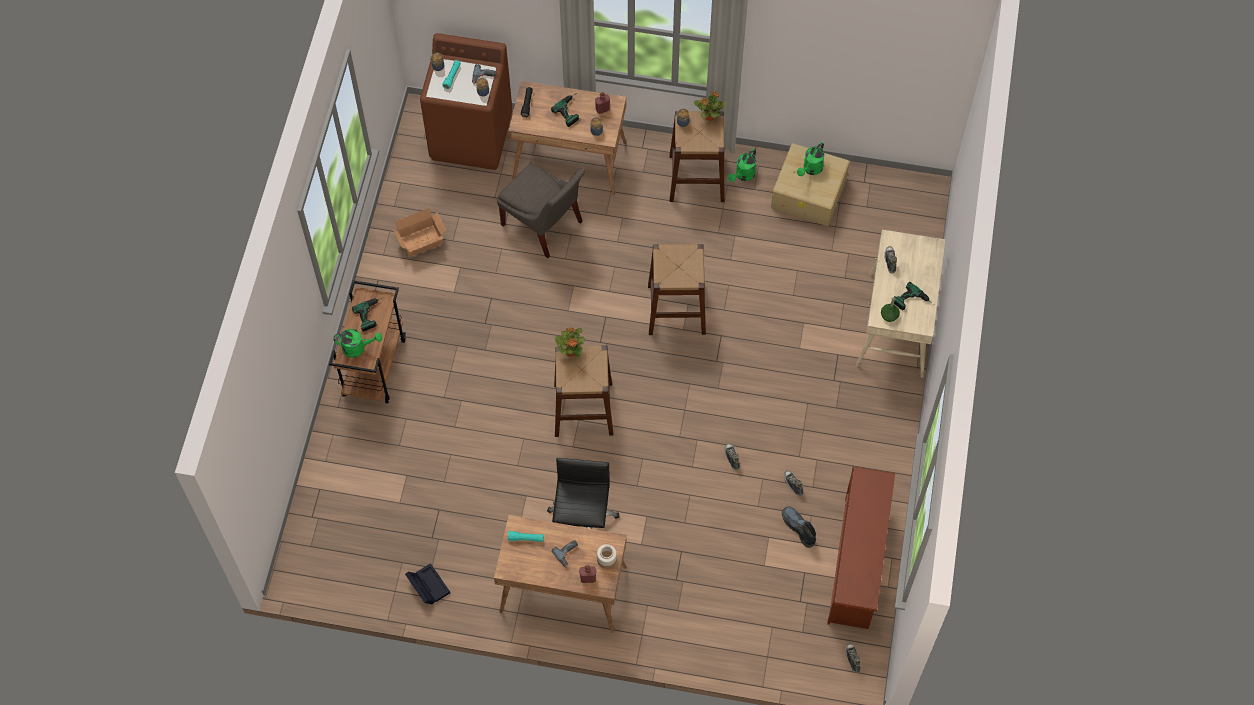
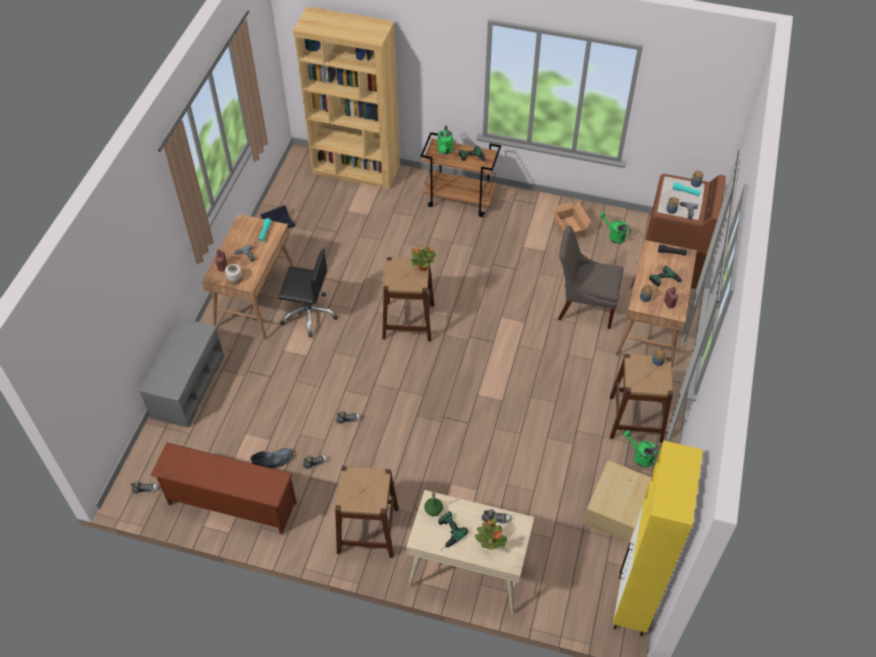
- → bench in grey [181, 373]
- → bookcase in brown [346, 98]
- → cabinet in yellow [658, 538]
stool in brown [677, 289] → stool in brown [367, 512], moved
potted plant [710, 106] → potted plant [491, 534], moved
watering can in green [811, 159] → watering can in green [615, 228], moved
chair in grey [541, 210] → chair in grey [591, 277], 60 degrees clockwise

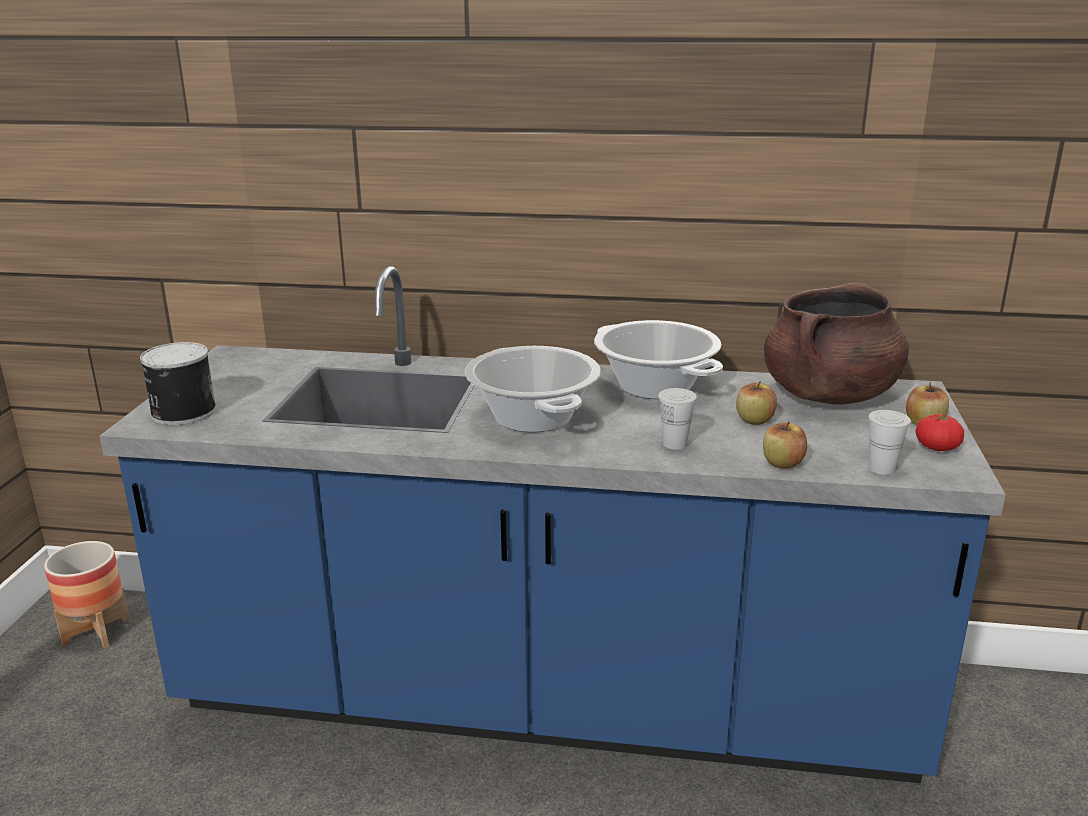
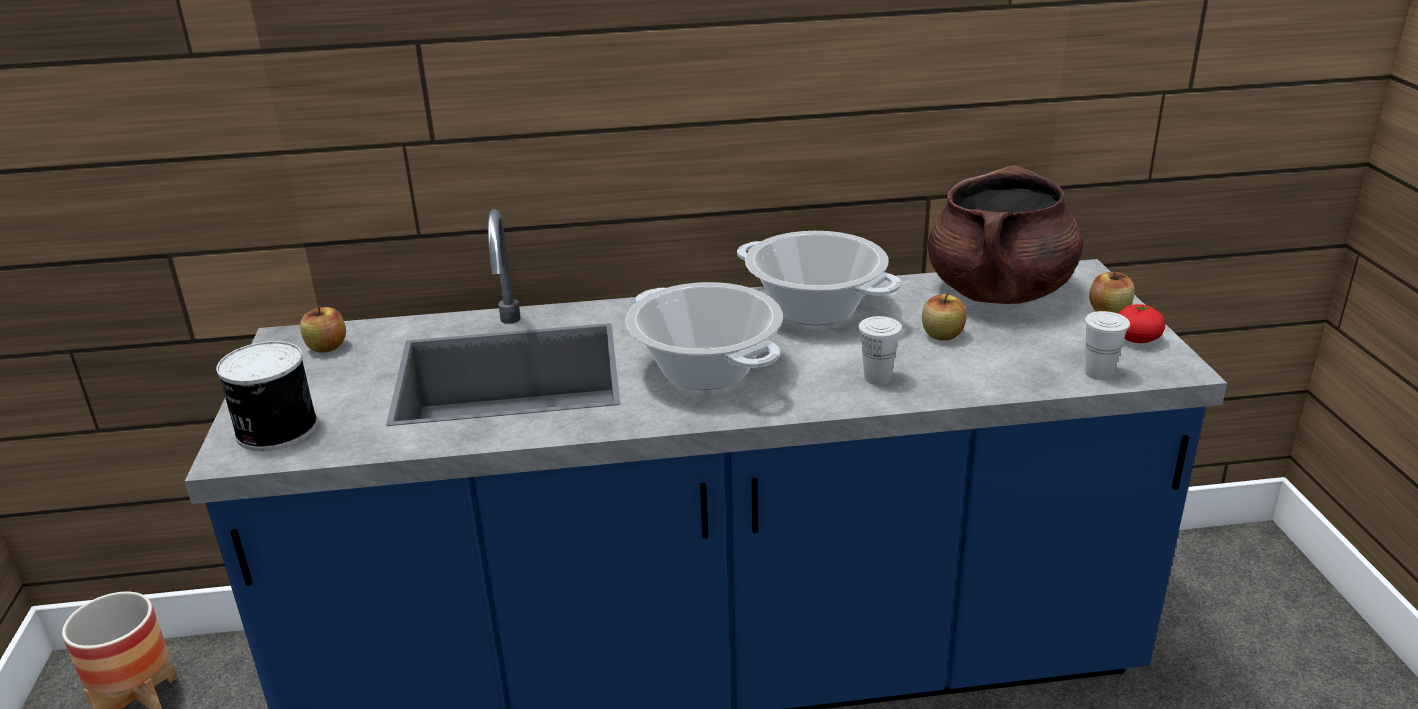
apple [785, 445] → apple [323, 329], moved

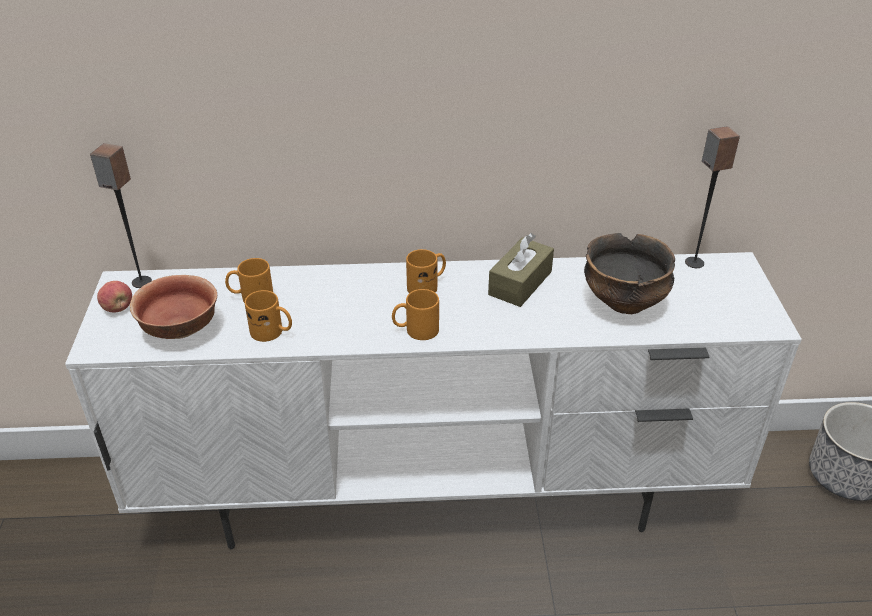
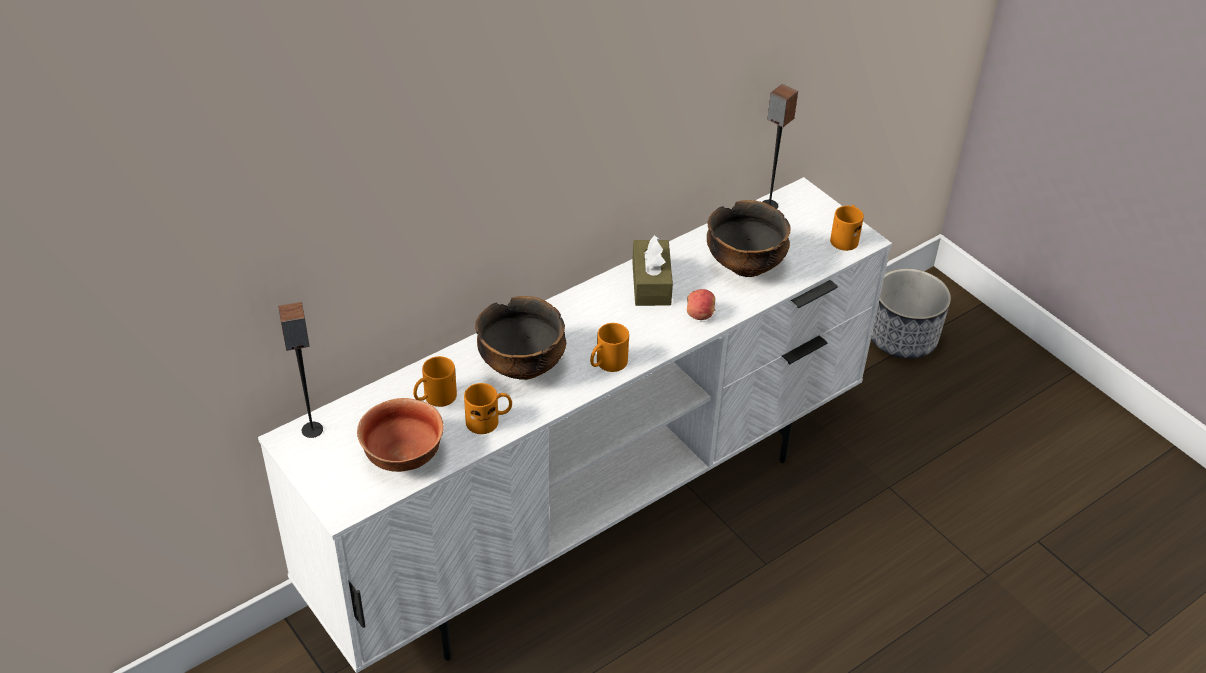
- → bowl [520, 338]
apple [114, 296] → apple [701, 304], moved
mug in orange [426, 271] → mug in orange [847, 228], moved

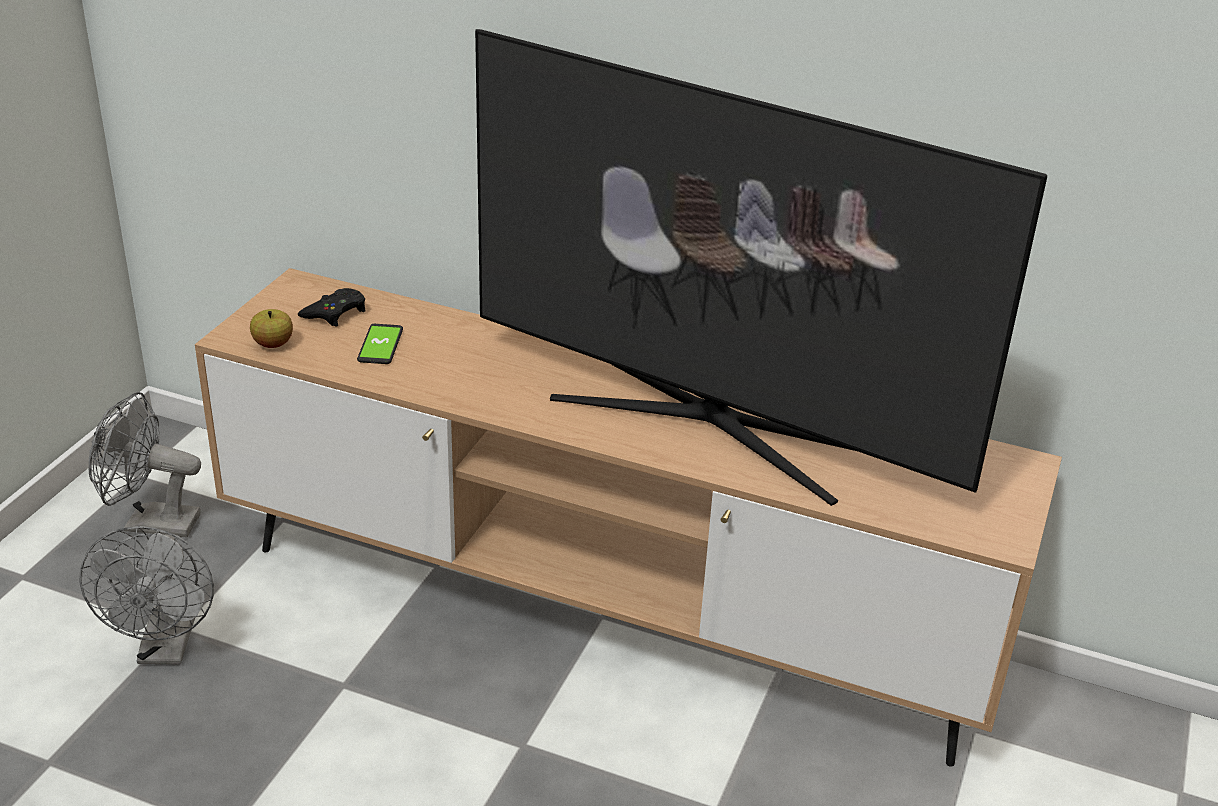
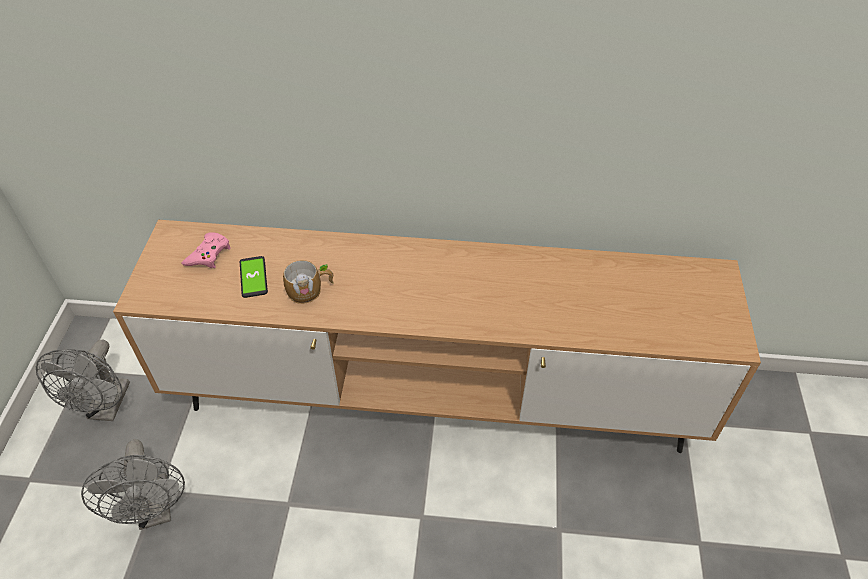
apple [271, 328] → -
television [761, 267] → -
- → mug [308, 282]
game controller in black [332, 307] → game controller in pink [206, 250]
fan in grey [145, 465] → fan in grey [83, 380], 75 degrees counterclockwise

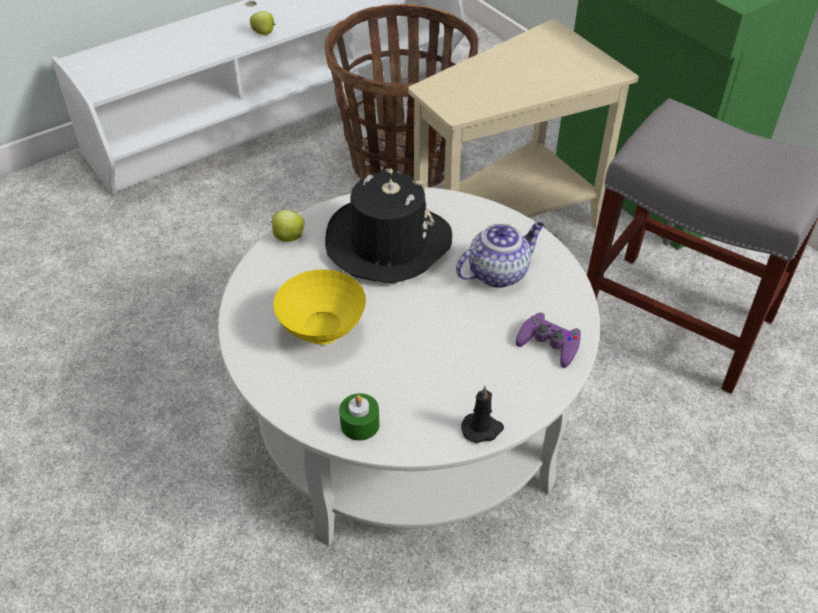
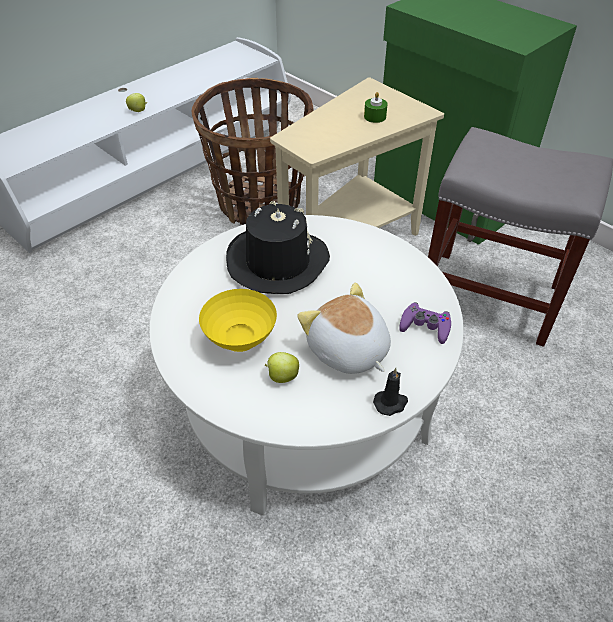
teapot [500, 255] → -
- → plush toy [344, 328]
apple [287, 226] → apple [281, 367], moved
candle in green [359, 417] → candle in green [376, 107], moved

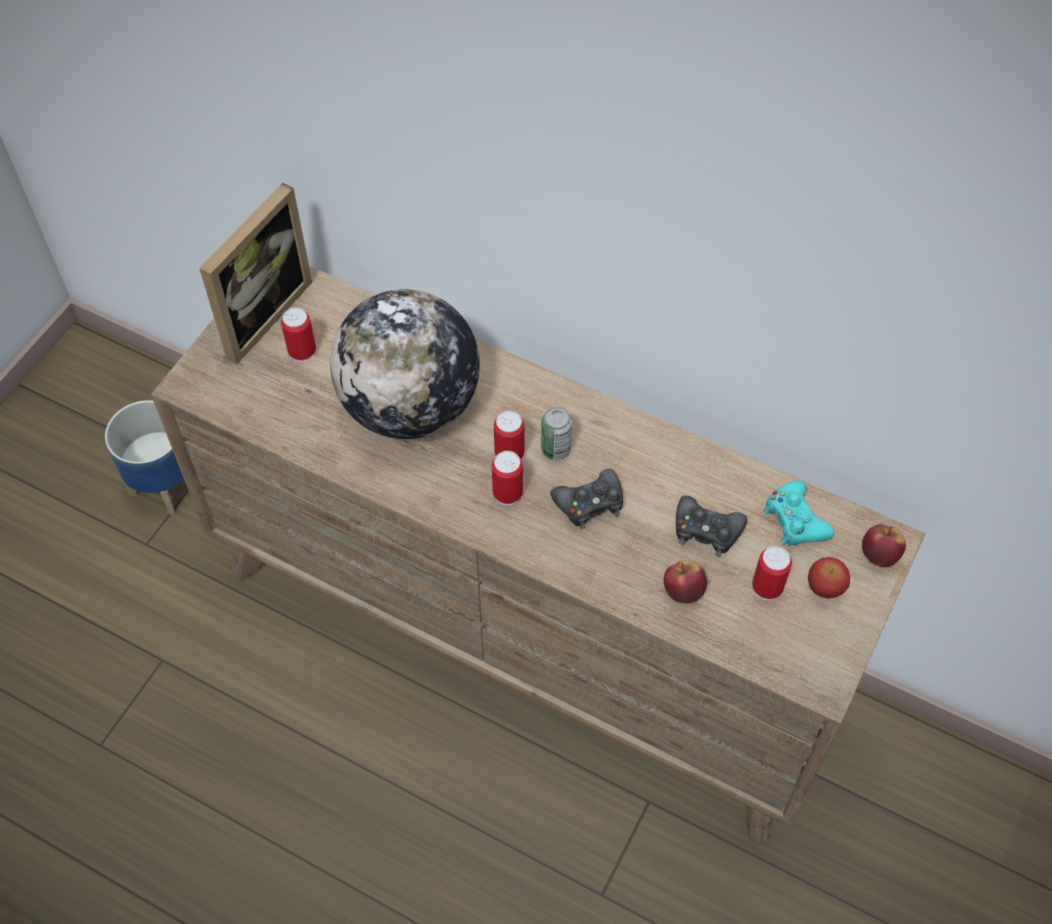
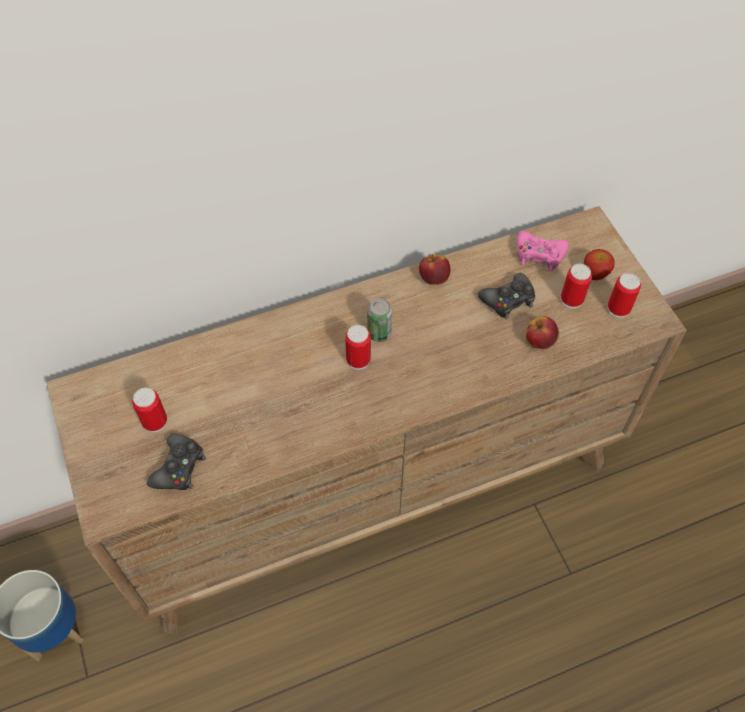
picture frame [255, 274] → -
globe [405, 364] → -
can [507, 478] → can [624, 295], moved
game controller in black [586, 499] → game controller in black [176, 461], moved
apple [884, 545] → apple [435, 269], moved
game controller in turquoise [798, 512] → game controller in pink [543, 251]

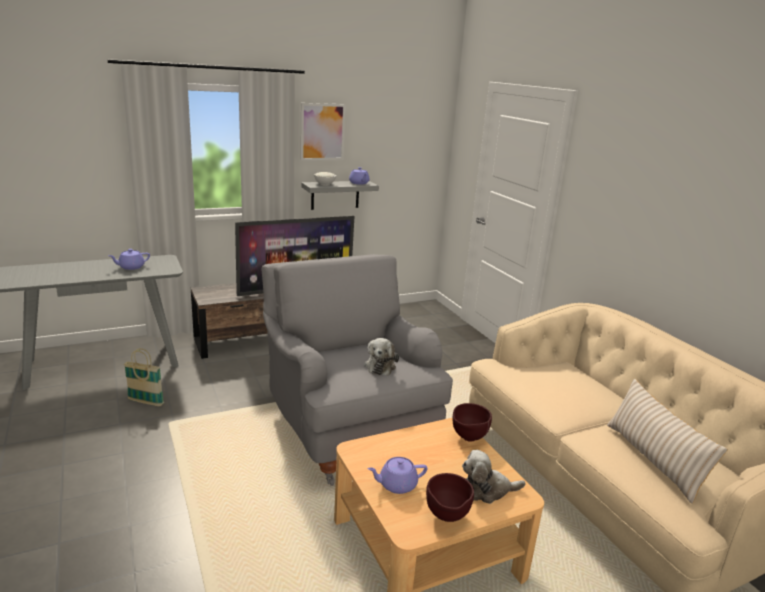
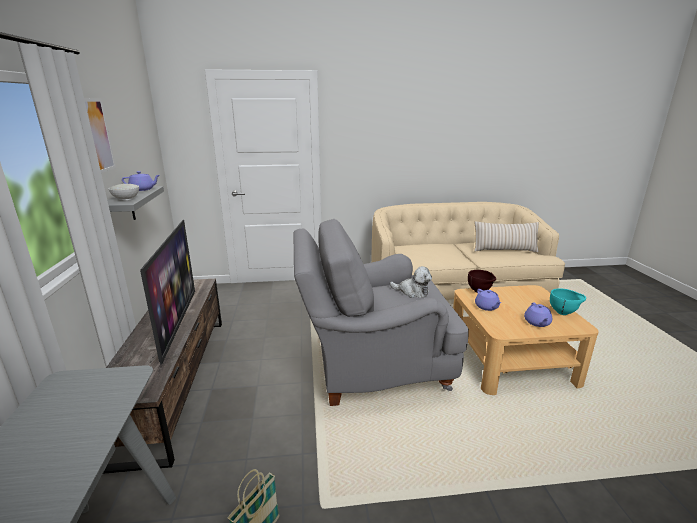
plush toy [494, 477] → -
teapot in purple [129, 259] → teapot in purple [488, 300], moved
bowl in brown [450, 497] → bowl in turquoise [568, 301]

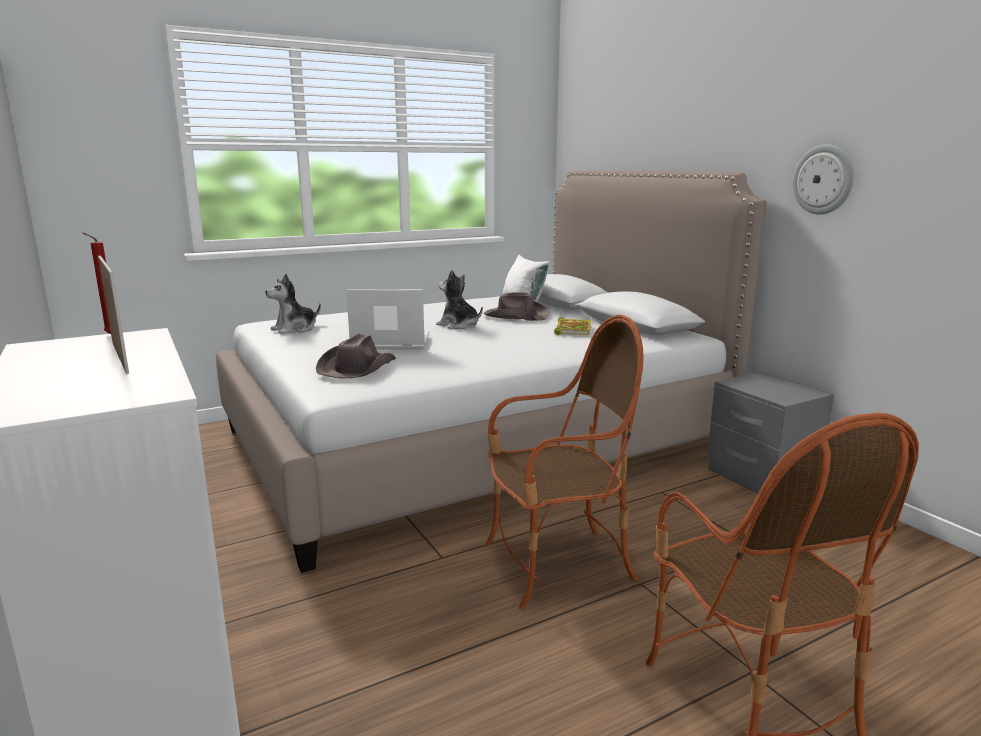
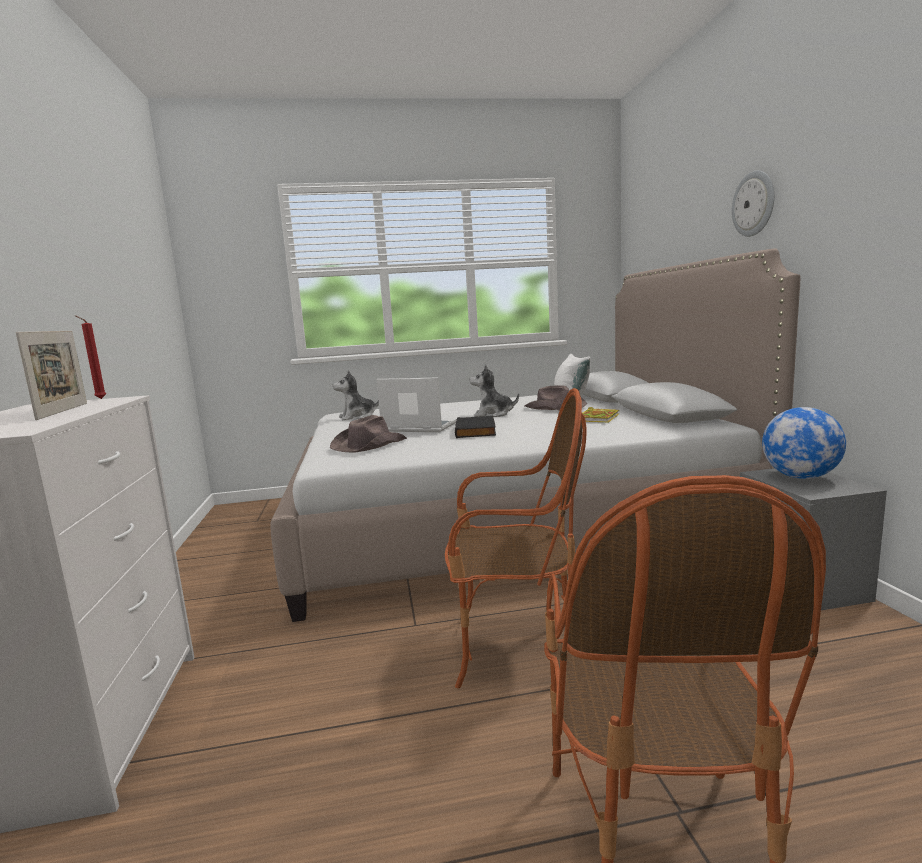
- → book in black [475, 427]
- → globe [804, 443]
wall clock [823, 179] → wall clock [753, 203], moved
plush toy [459, 299] → plush toy [494, 390], 45 degrees counterclockwise

